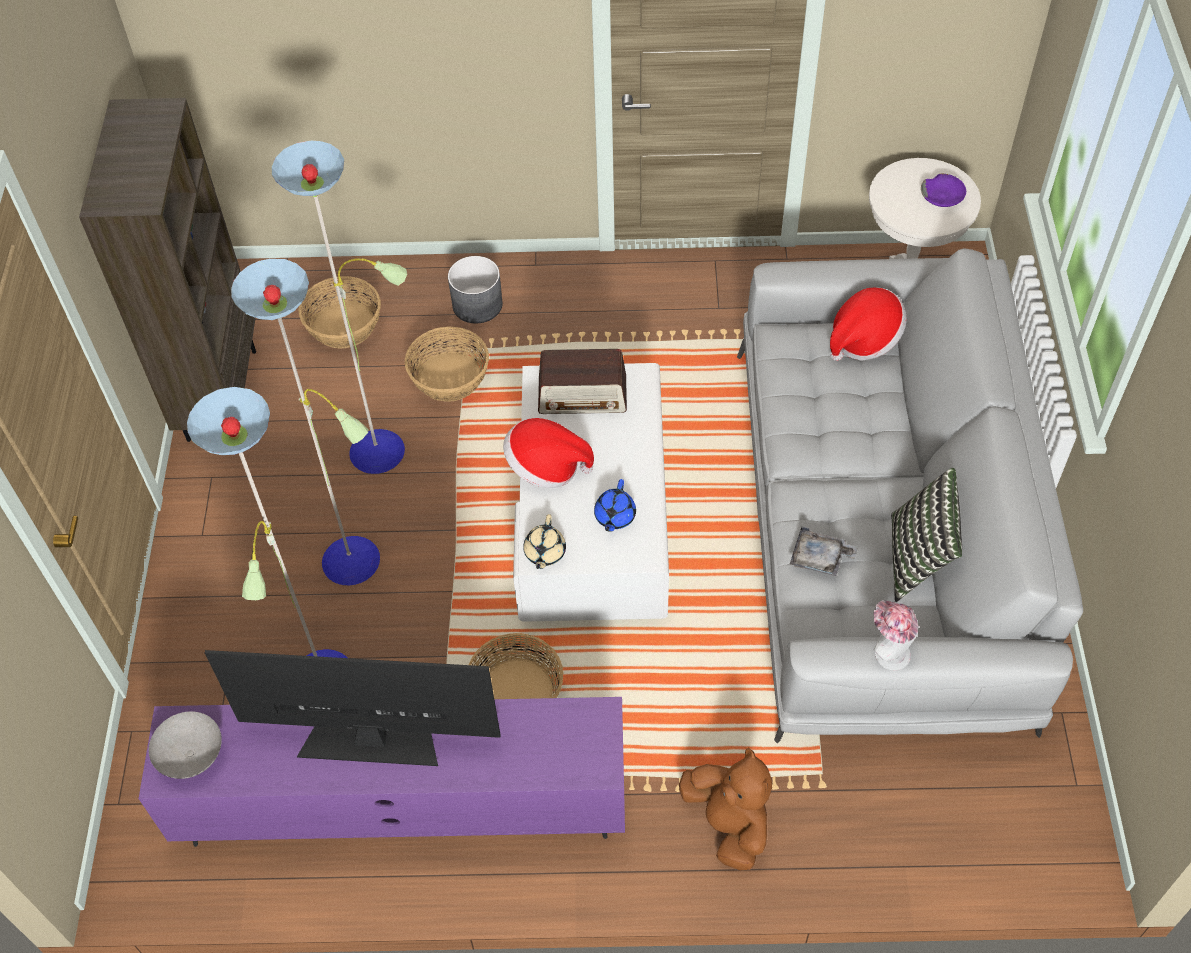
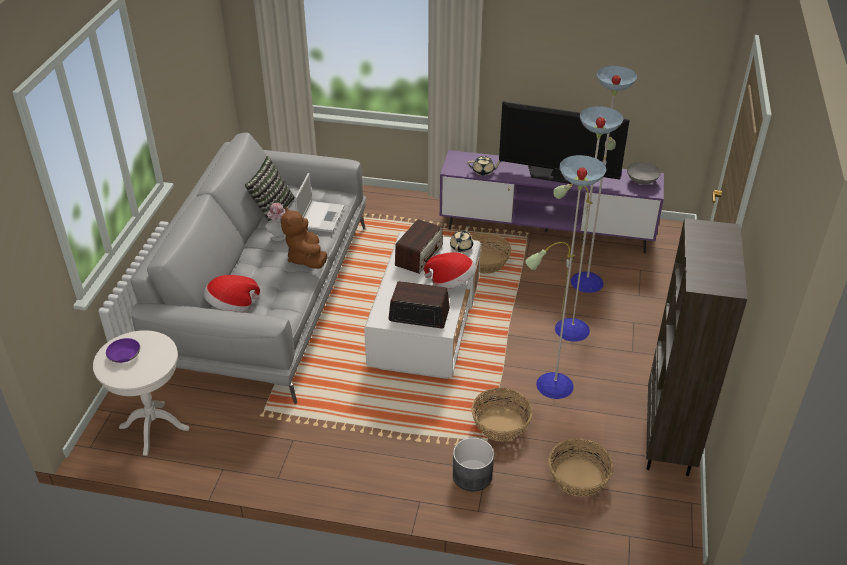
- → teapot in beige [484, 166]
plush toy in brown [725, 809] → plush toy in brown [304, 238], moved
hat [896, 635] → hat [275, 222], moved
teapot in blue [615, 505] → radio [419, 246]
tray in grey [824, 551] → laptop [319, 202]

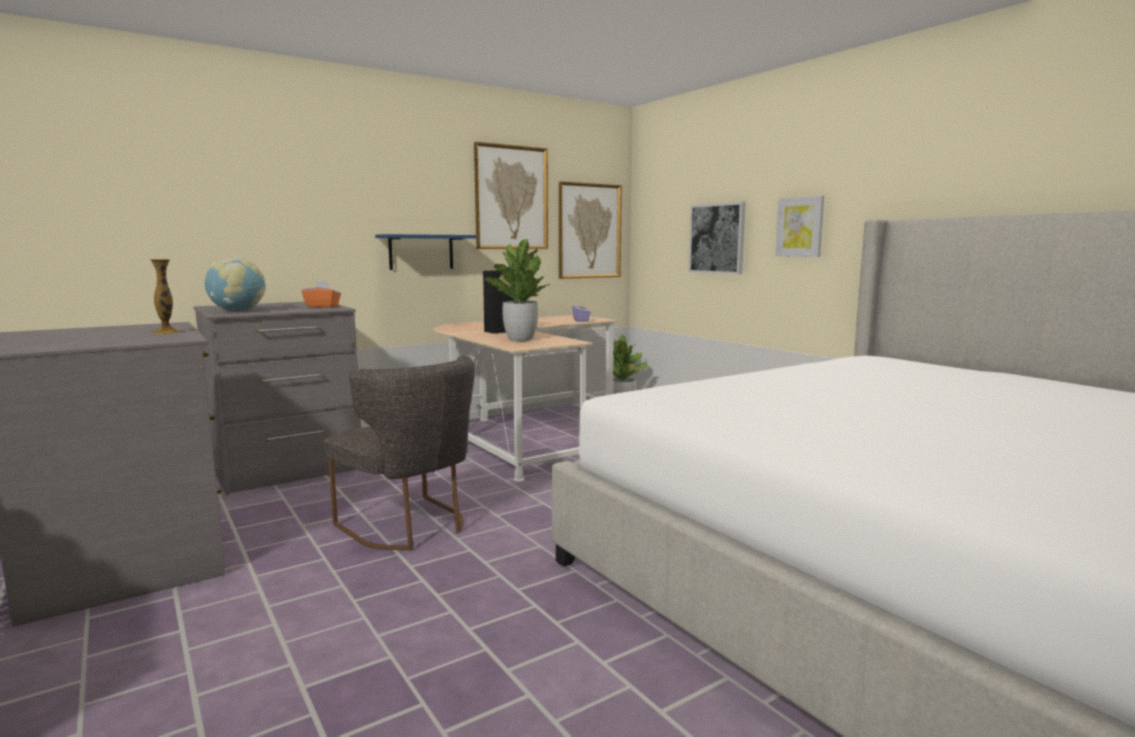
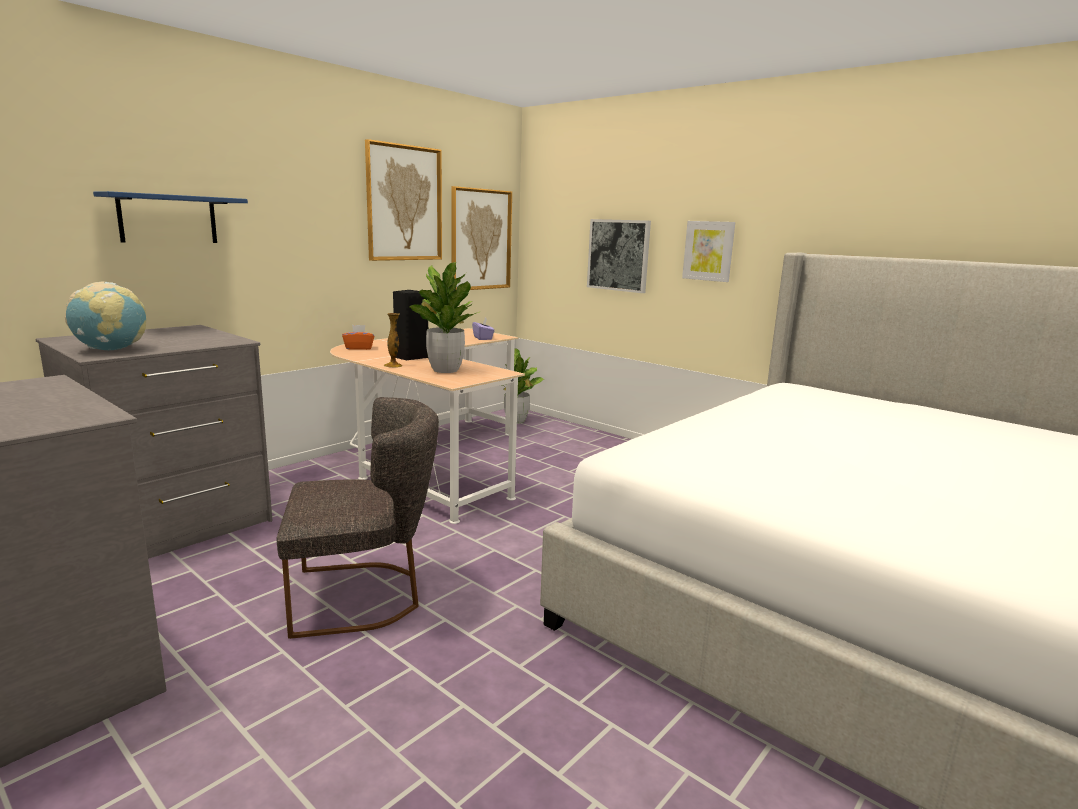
vase [165, 296] → vase [393, 340], moved
tissue box in orange [321, 294] → tissue box in orange [358, 337], moved
shelf in blue [426, 252] → shelf in blue [170, 217], moved
chair in grey [399, 452] → chair in grey [357, 518], 45 degrees counterclockwise

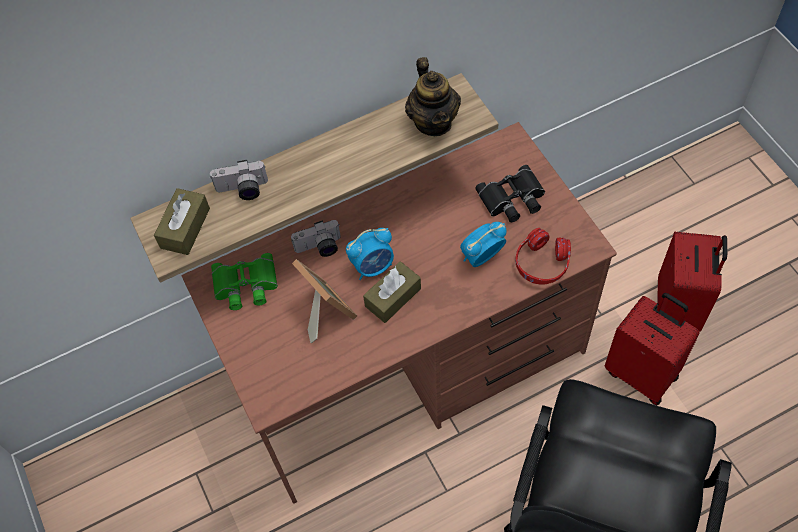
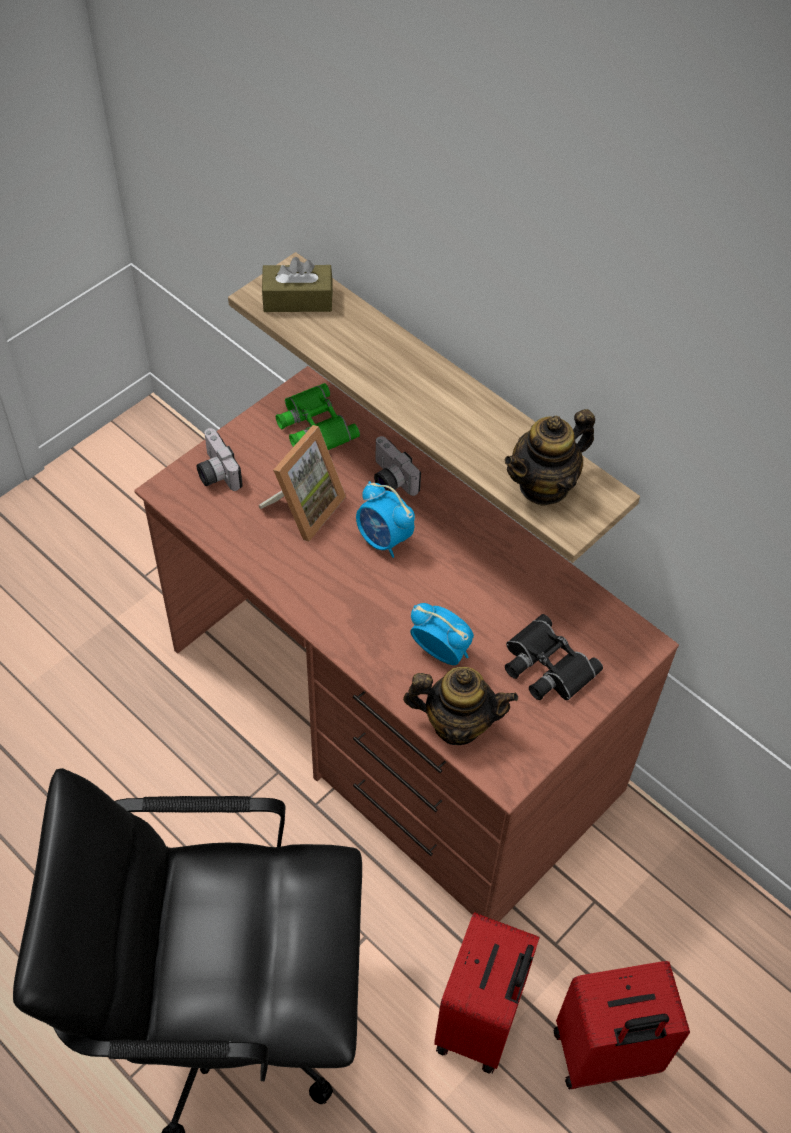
tissue box in brown [392, 292] → -
photo camera [239, 180] → photo camera [220, 459], moved
headphones in red [543, 256] → teapot [460, 706]

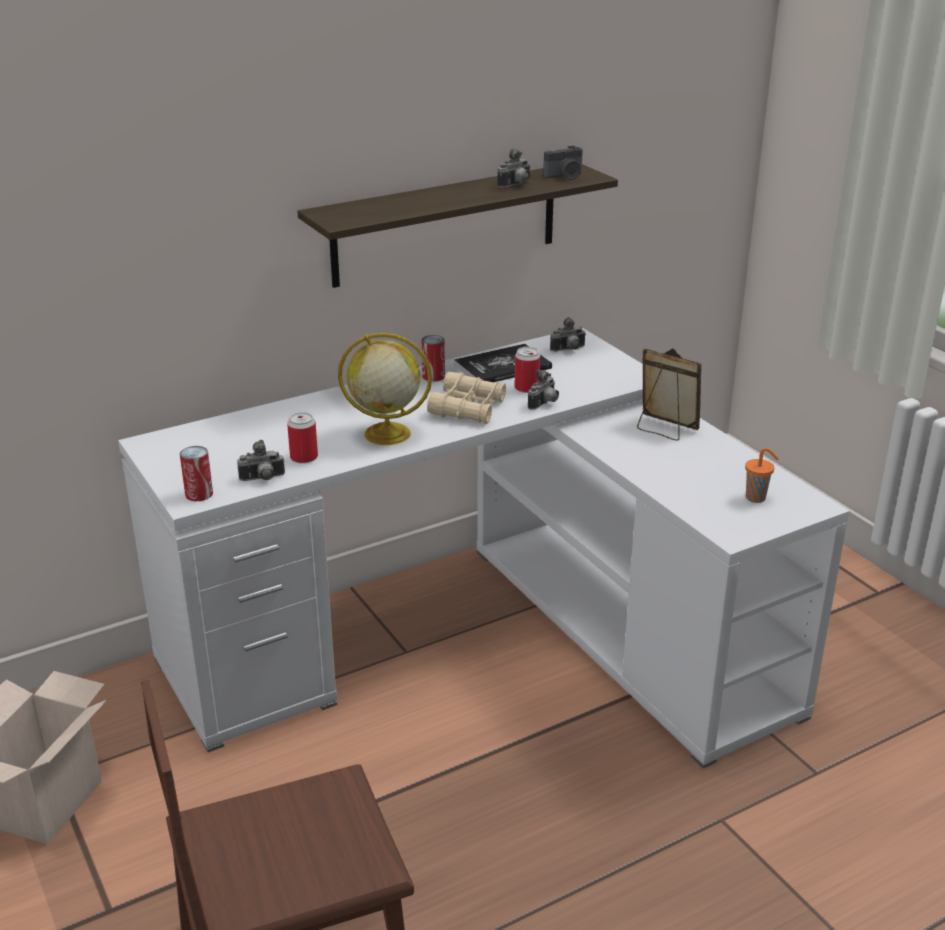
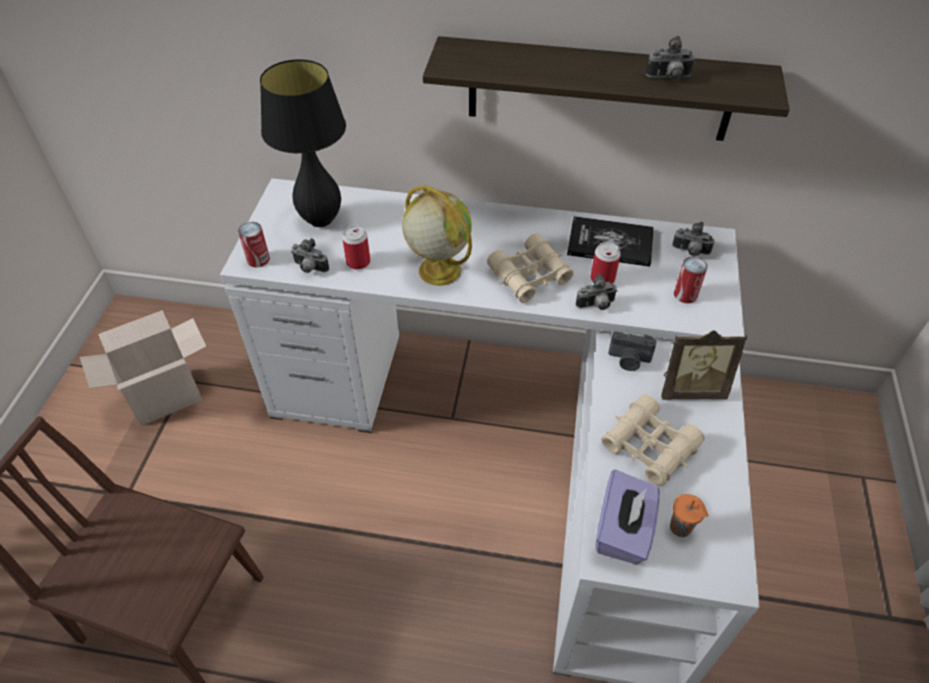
- → table lamp in black [303, 143]
- → tissue box in purple [627, 516]
- → binoculars in beige [653, 440]
can [433, 358] → can [691, 280], moved
photo camera [563, 162] → photo camera [632, 351], moved
picture frame [669, 394] → picture frame [704, 365], 105 degrees clockwise

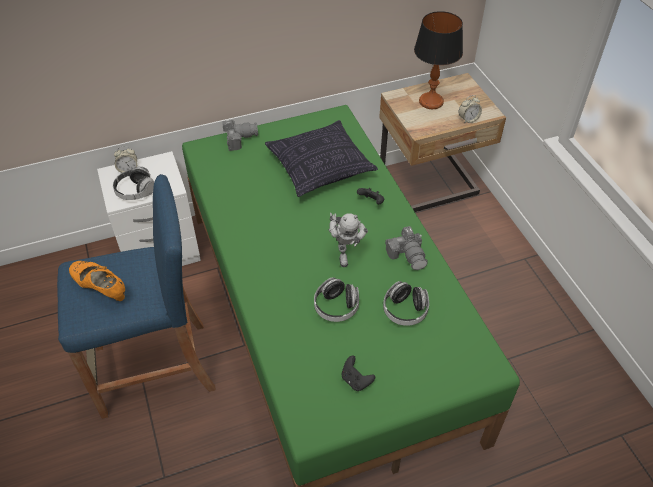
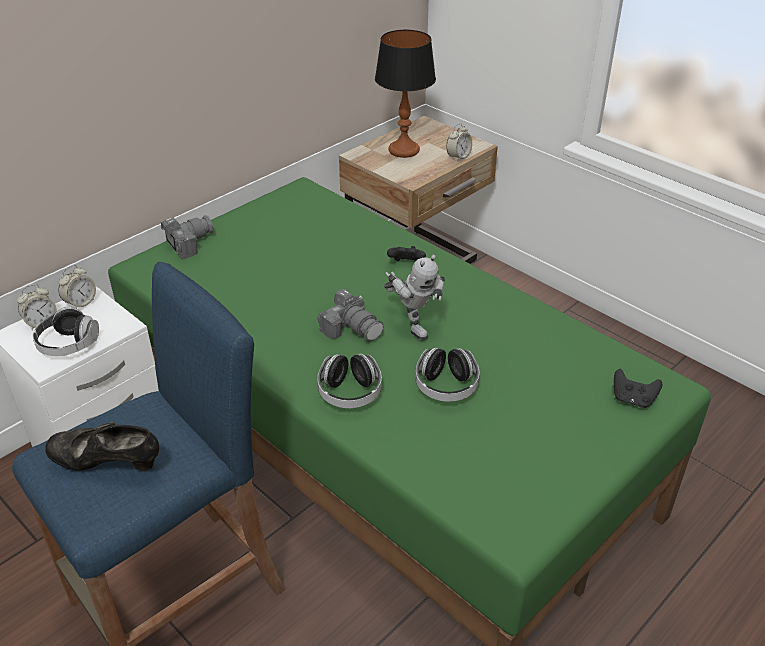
pillow [321, 158] → -
- → alarm clock [77, 286]
game controller in black [358, 373] → game controller in black [638, 388], moved
headphones [406, 303] → headphones [349, 380], moved
photo camera [406, 248] → photo camera [350, 315], moved
shoe in orange [97, 281] → shoe in black [102, 446]

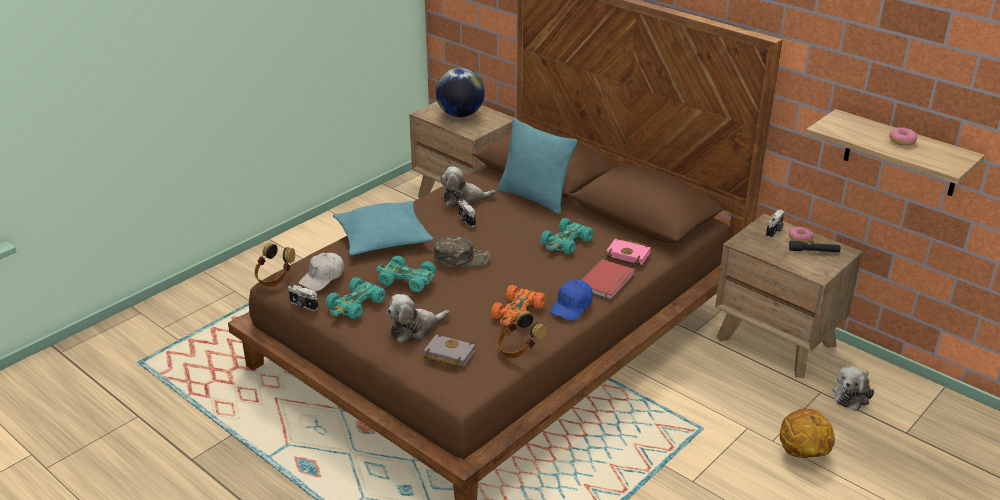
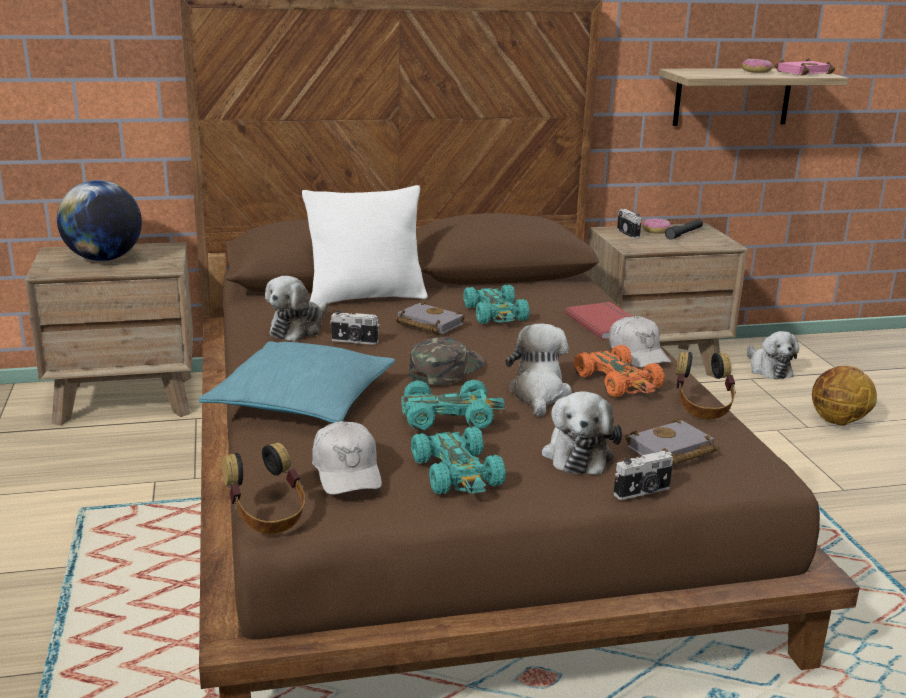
- → book in grey [430, 318]
- → plush toy [538, 370]
photo camera [303, 297] → photo camera [643, 475], moved
book in pink [628, 251] → book in pink [805, 67], moved
pillow in turquoise [537, 166] → pillow in white [365, 245]
cap in blue [571, 300] → cap in white [640, 342]
toy car in turquoise [406, 274] → toy car in turquoise [453, 405], 150 degrees counterclockwise

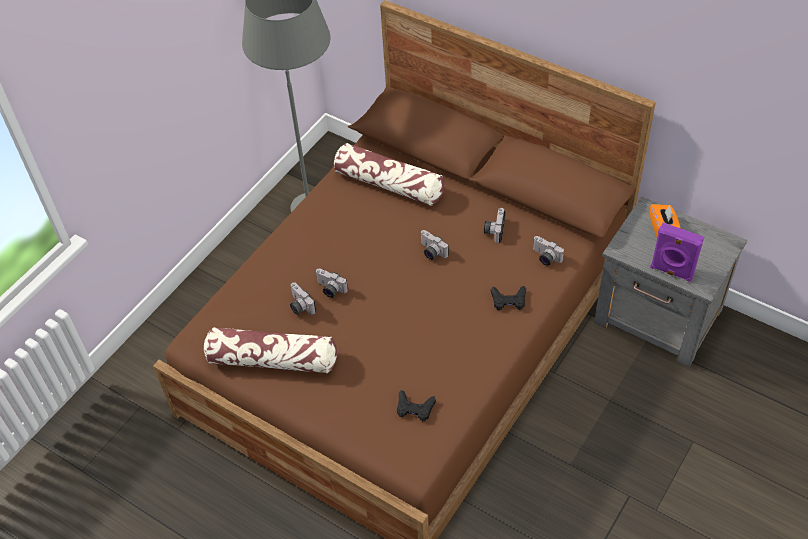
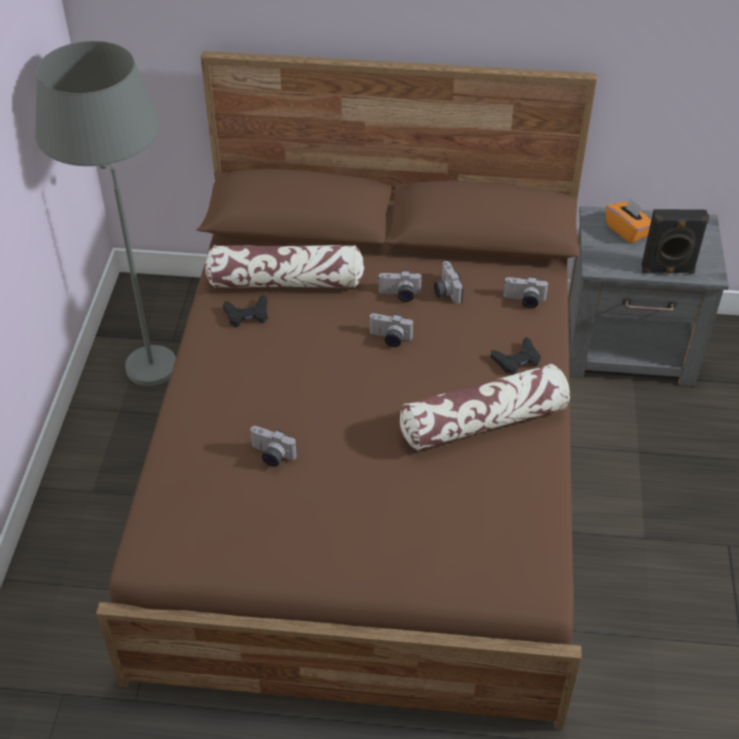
pillow [270, 350] → pillow [485, 407], moved
photo camera [331, 283] → photo camera [400, 286], moved
game controller in black [416, 405] → game controller in black [245, 311], moved
speaker in purple [677, 252] → speaker in black [675, 241]

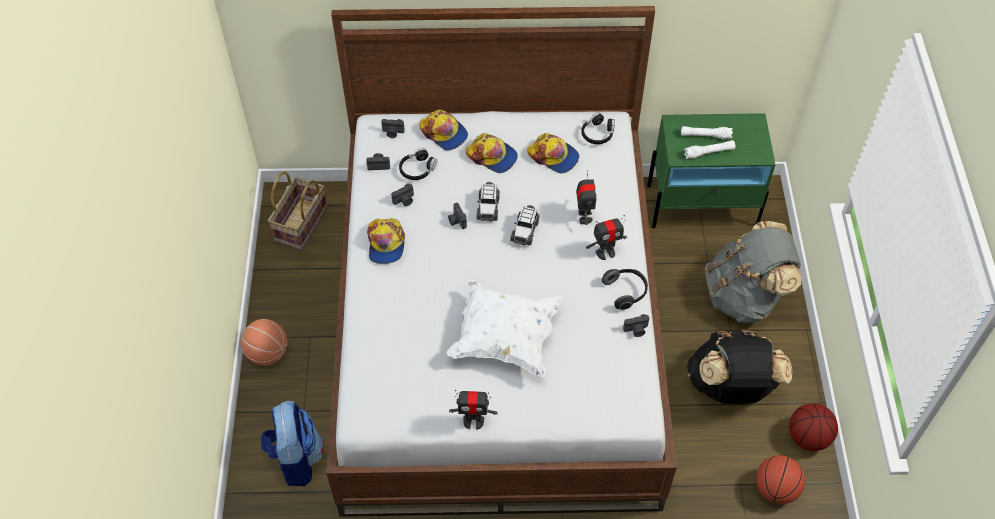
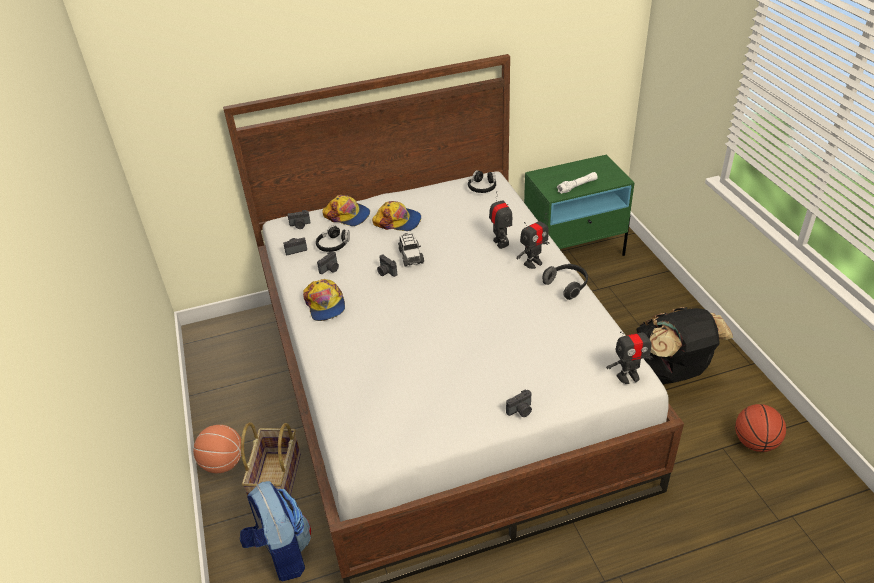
pillow in white [505, 328] → -
toy car [525, 225] → -
cap [553, 153] → -
flashlight in white [707, 132] → -
backpack in grey [753, 272] → -
basketball [813, 427] → -
basket [297, 210] → basket [271, 459], moved
toy robot [473, 410] → toy robot [630, 355], moved
photo camera [636, 325] → photo camera [519, 403], moved

